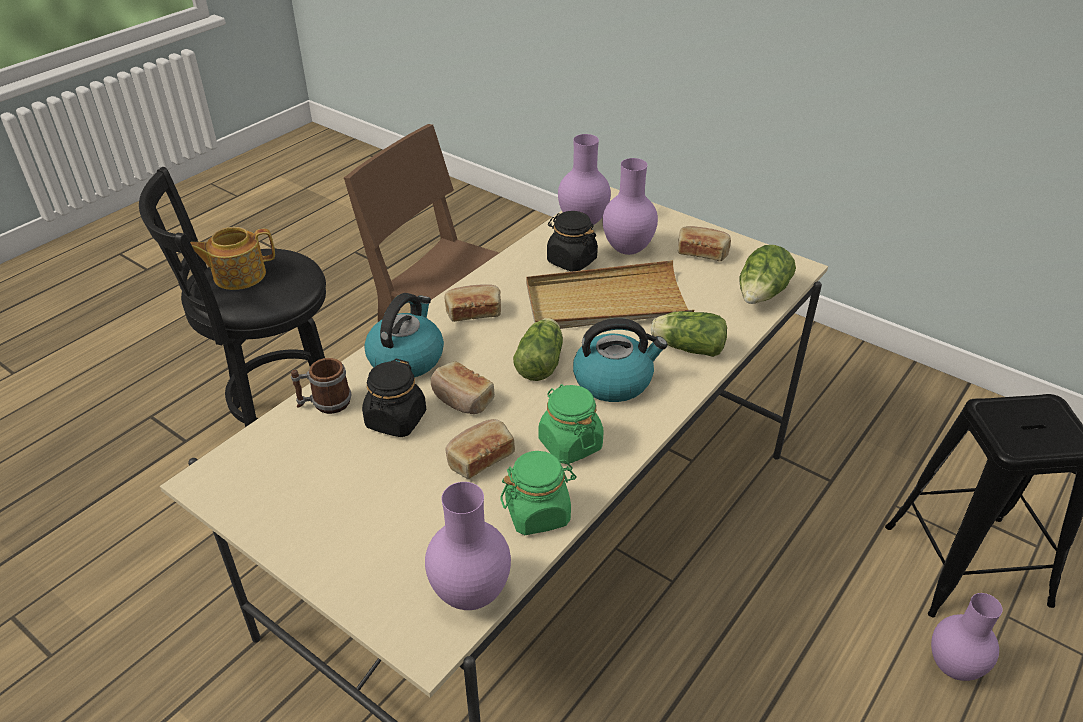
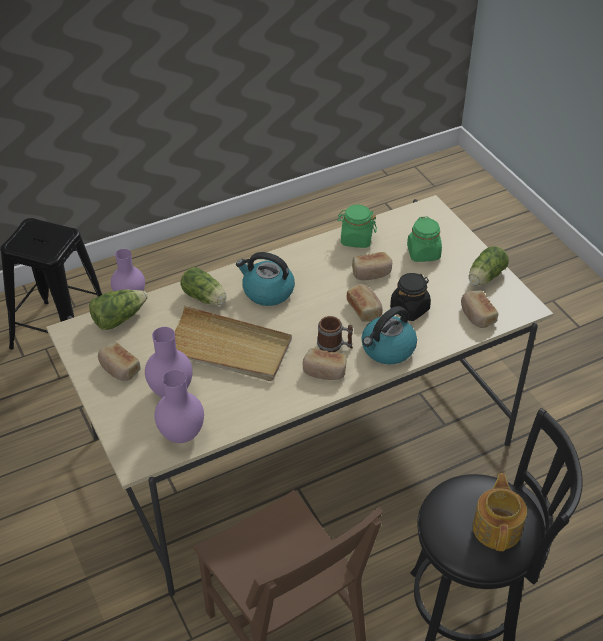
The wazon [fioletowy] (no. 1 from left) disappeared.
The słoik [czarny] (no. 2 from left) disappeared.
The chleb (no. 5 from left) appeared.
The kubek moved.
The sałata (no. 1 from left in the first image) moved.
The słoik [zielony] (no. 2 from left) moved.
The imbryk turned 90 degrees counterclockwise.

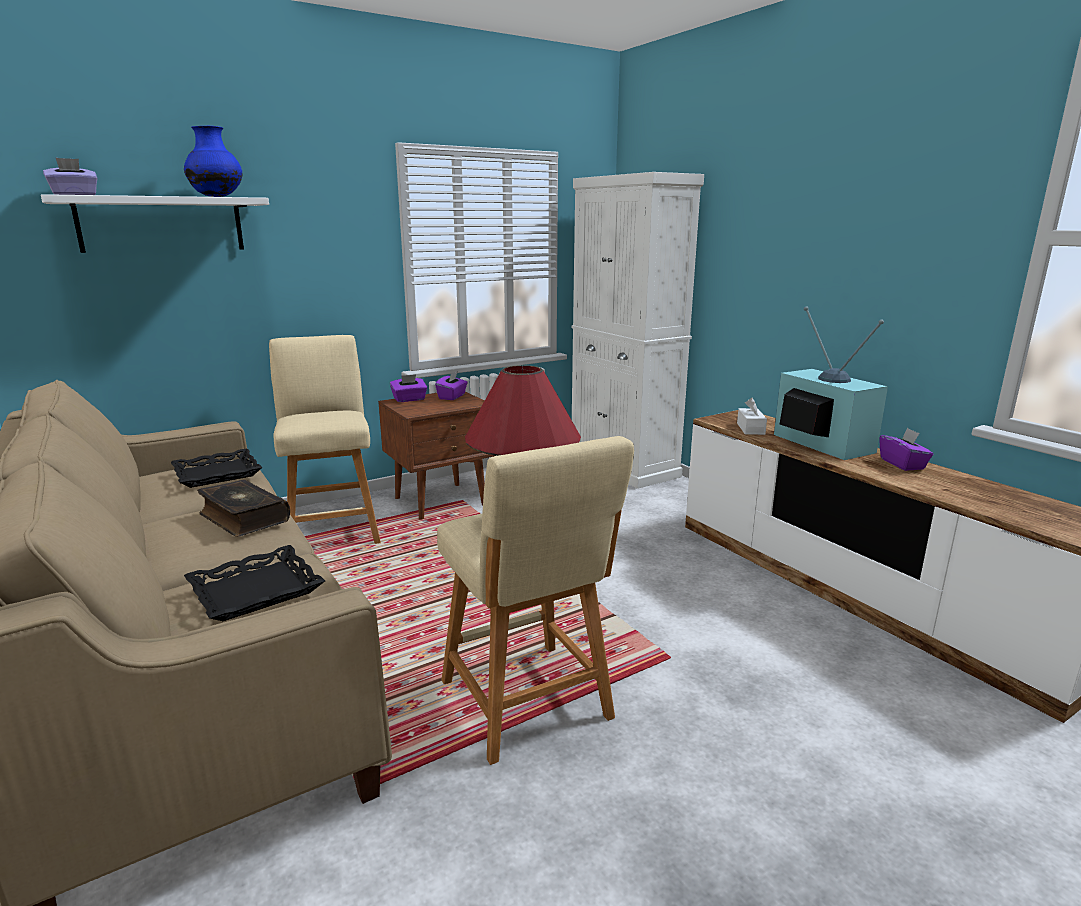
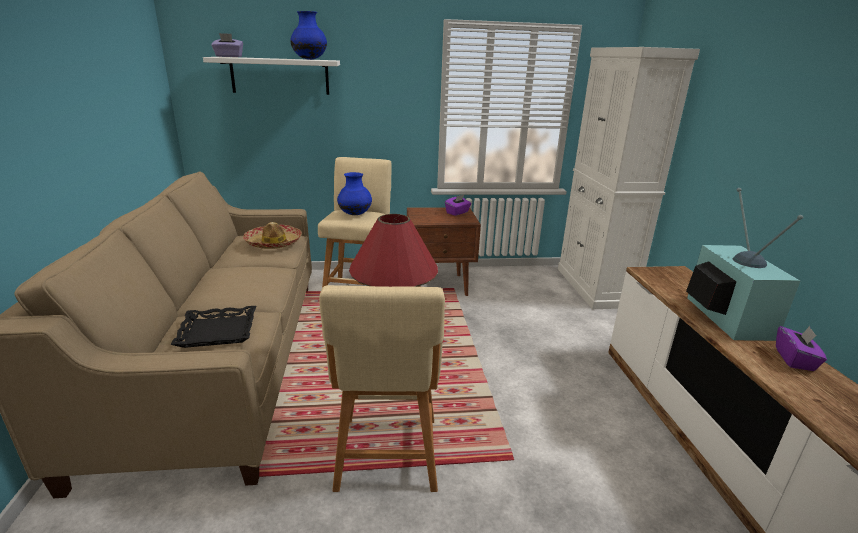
The książka disappeared.
The pudełko chusteczek [fioletowy] (no. 2 from left) disappeared.
The pudełko chusteczek [biały] disappeared.
The wazon [niebieski] (no. 2 from left) appeared.
The taca [czarny] (no. 1 from left) was replaced by the kapelusz.

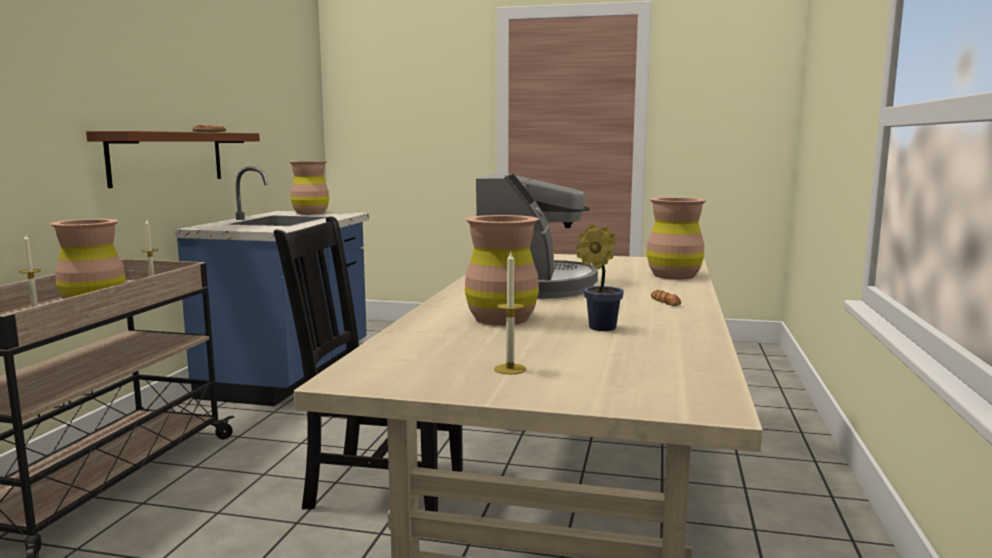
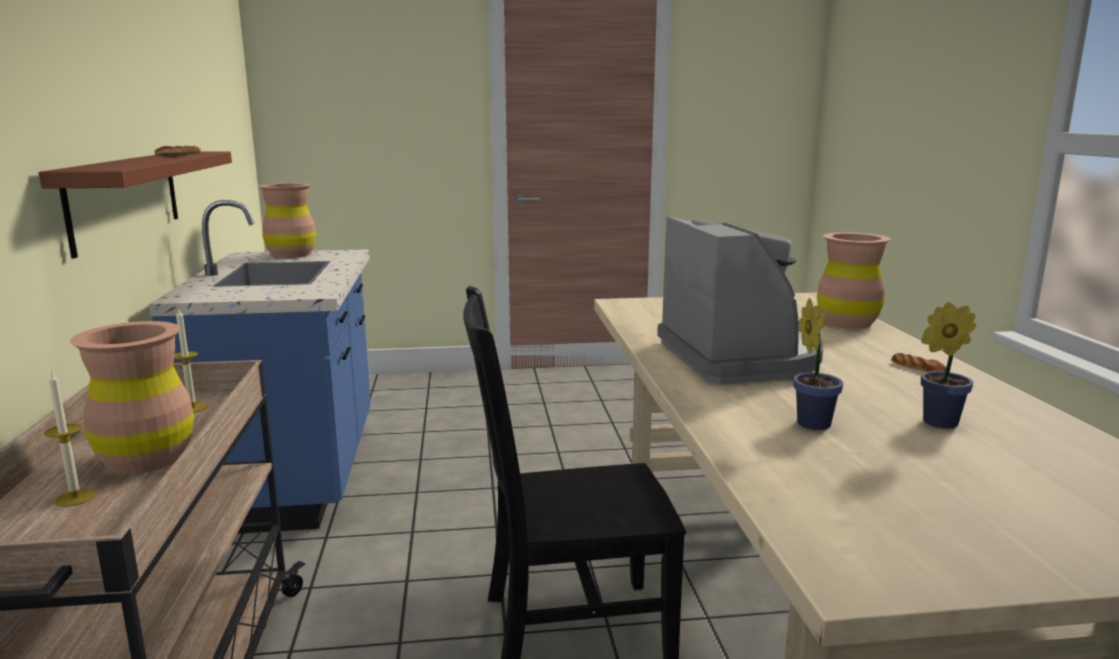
The świeca (no. 3 from left) disappeared.
The wazon [brązowy] (no. 3 from left) was replaced by the roślina doniczkowa (no. 1 from left).

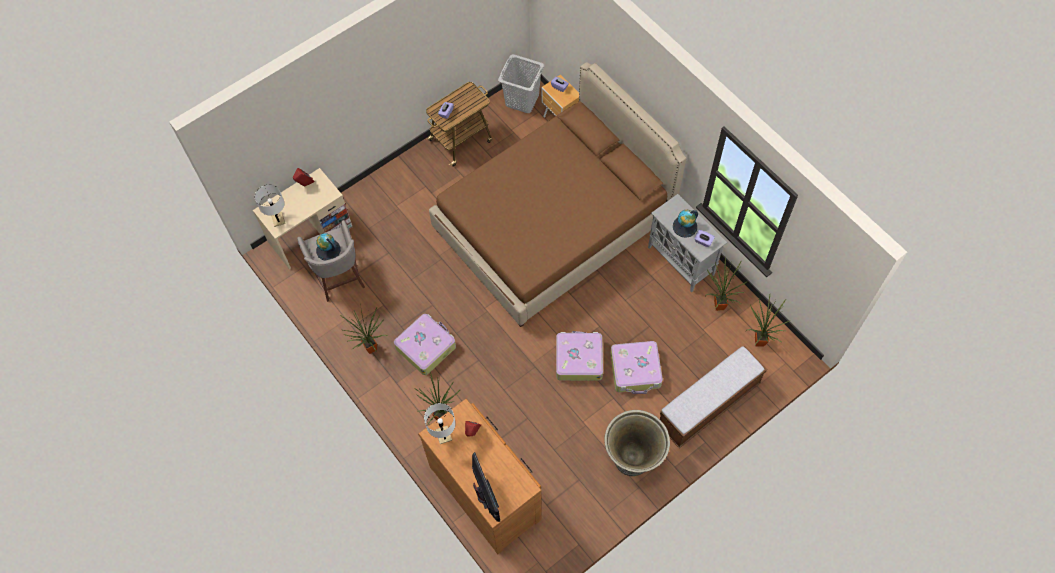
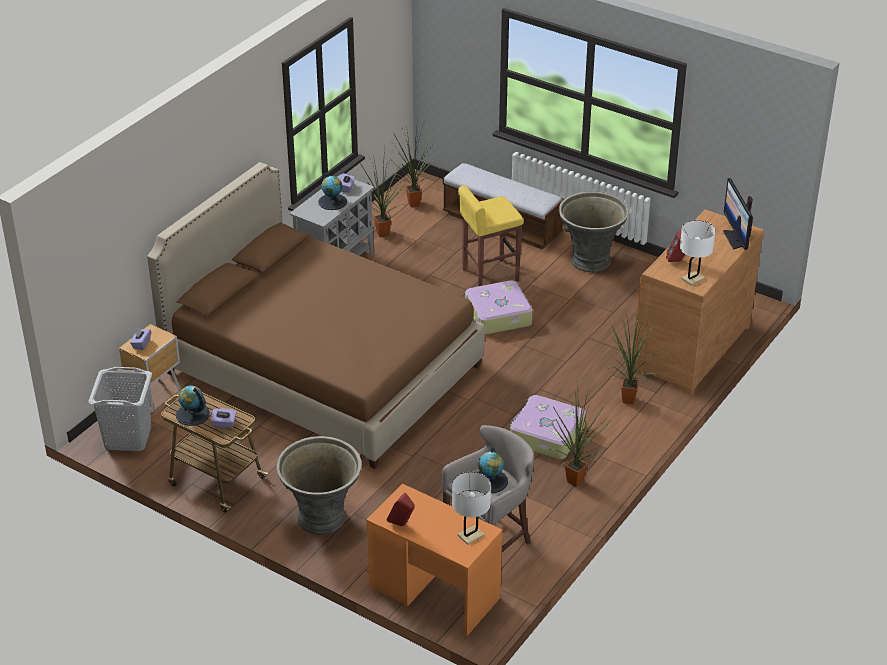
The globus (no. 1 from left) appeared.
The donica [szary] (no. 1 from left) appeared.
The walizka (no. 3 from left) was replaced by the stołek [żółty].
The biurko [beżowy] became the biurko [pomarańczowy].
The monitor turned 60 degrees counterclockwise.

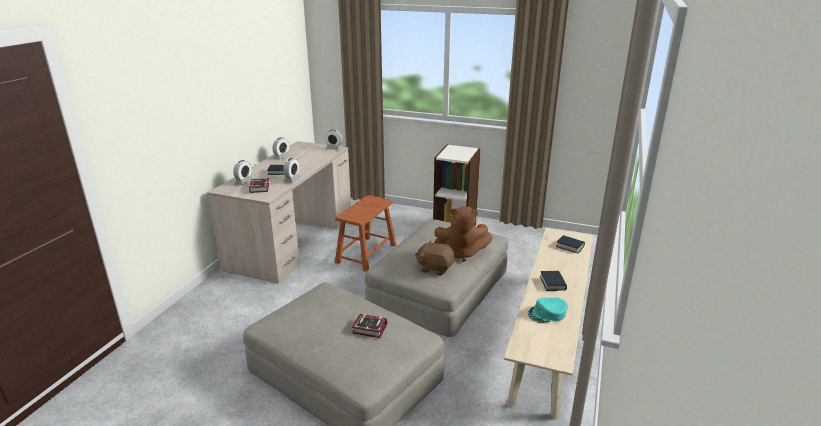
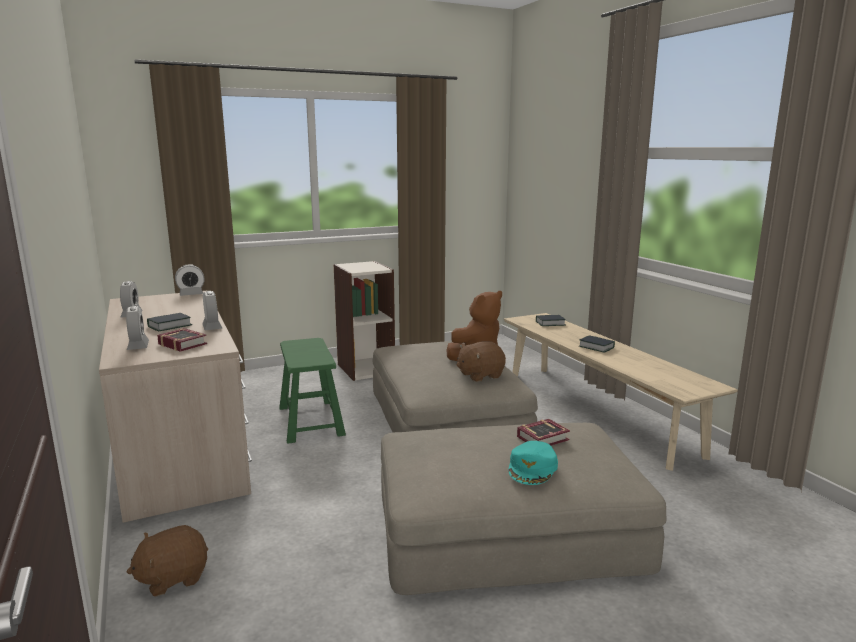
The pluszak [brązowy] (no. 1 from left) appeared.
The czapka z daszkiem [turkusowy] moved.
The stołek [brązowy] became the stołek [zielony].

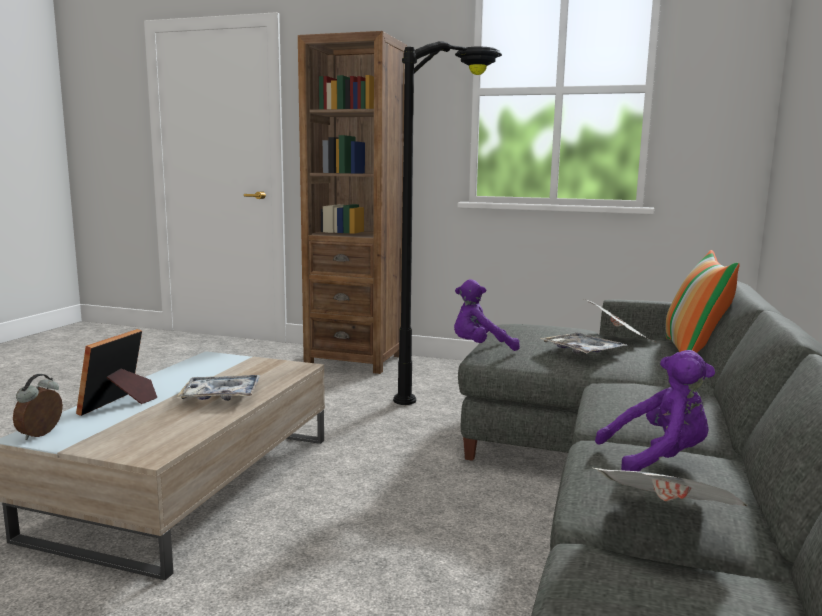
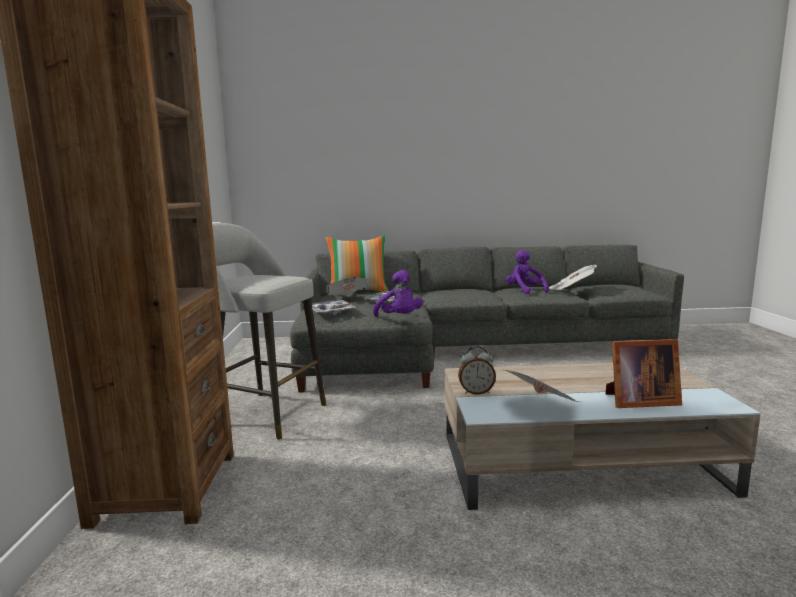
The gazeta (no. 2 from left) appeared.
The budzik moved.
The taca (no. 1 from left) moved.
The lampa stojąca [czarny] was replaced by the stołek [szary].

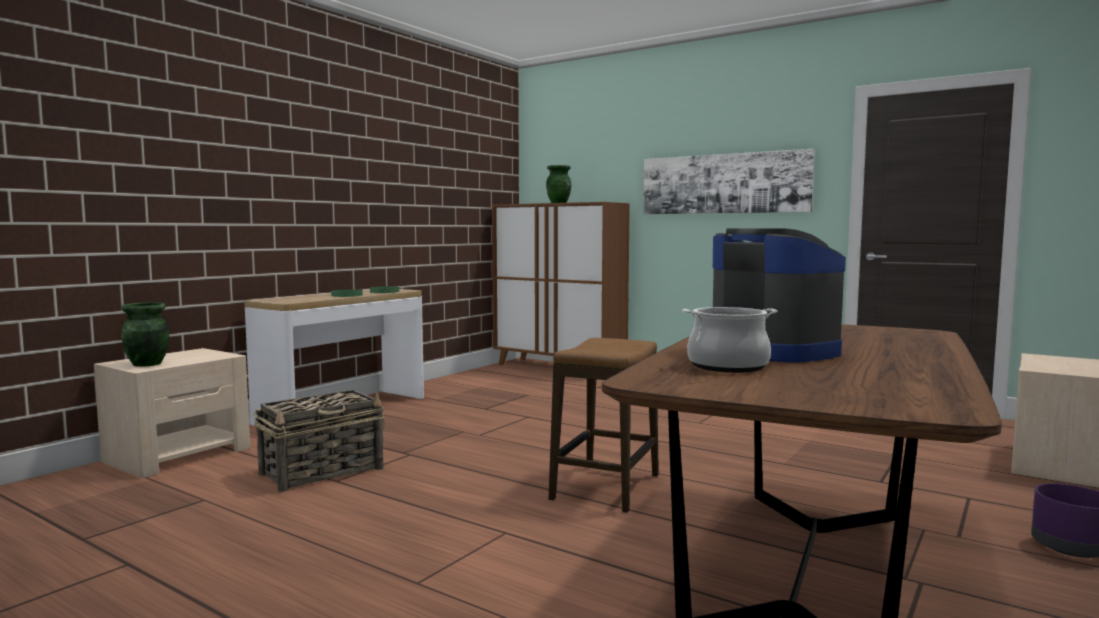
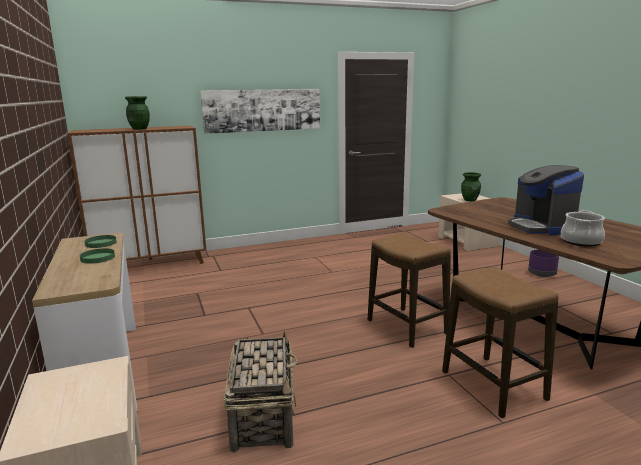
The stołek (no. 2 from left) appeared.
The wazon [zielony] (no. 1 from left in the first image) moved.
The ekspres do kawy turned 105 degrees counterclockwise.

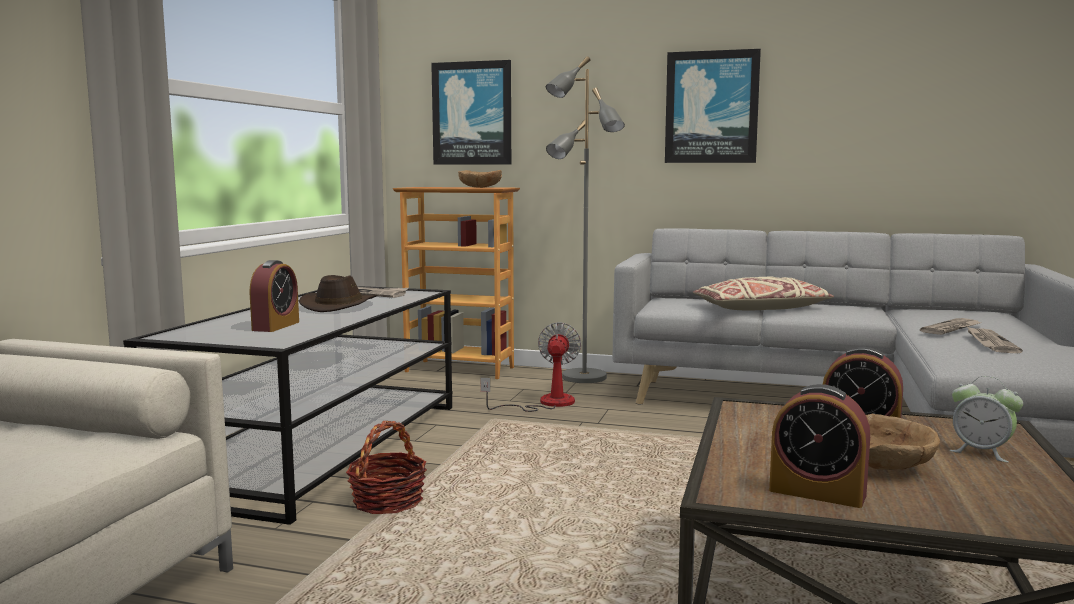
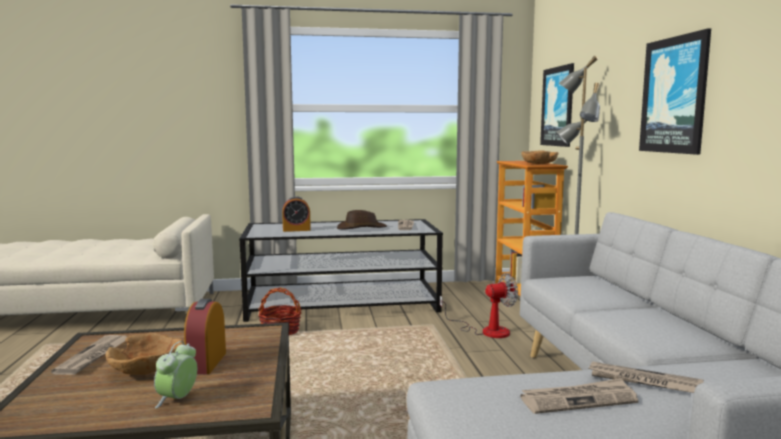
The poduszka [beżowy] disappeared.
The budzik (no. 2 from left) was replaced by the gazeta (no. 1 from left).

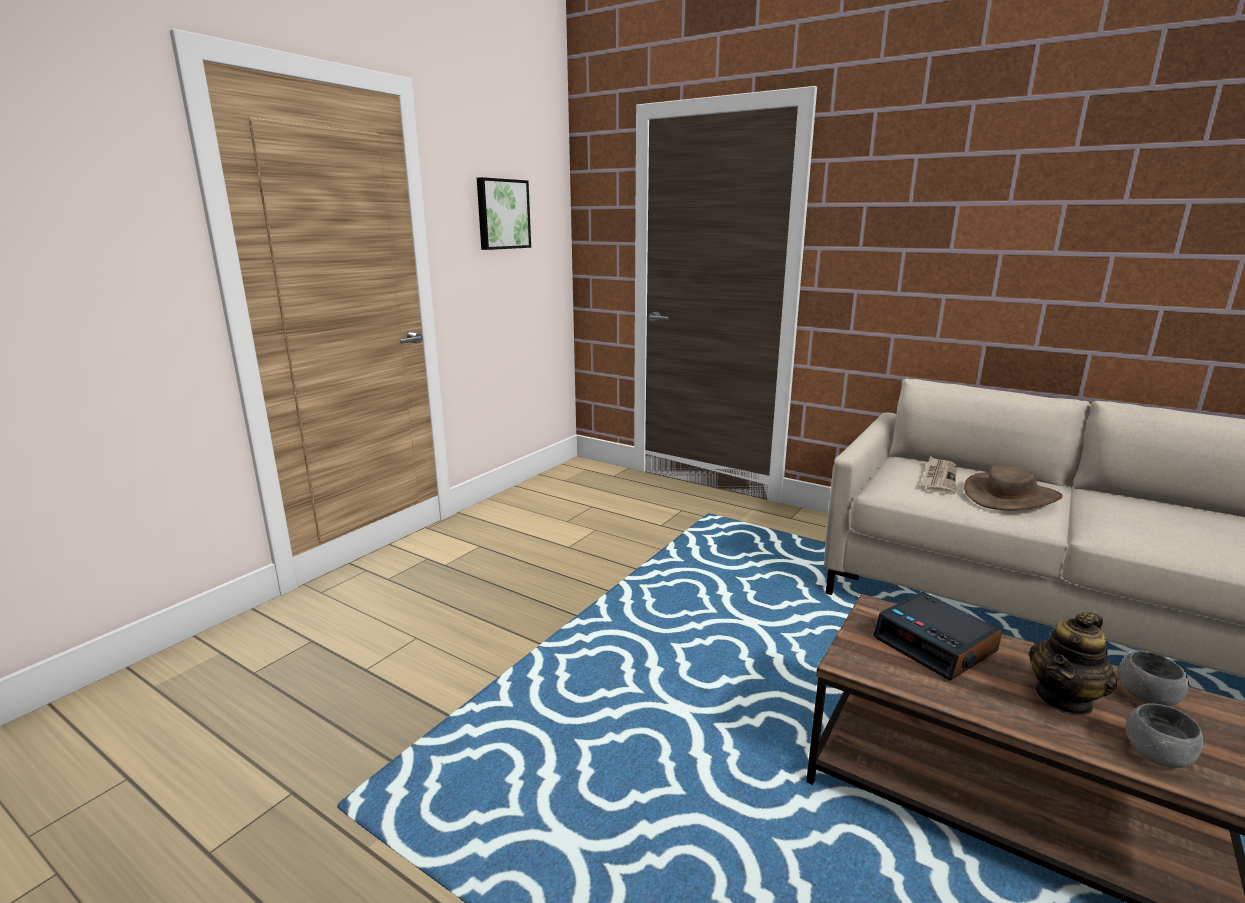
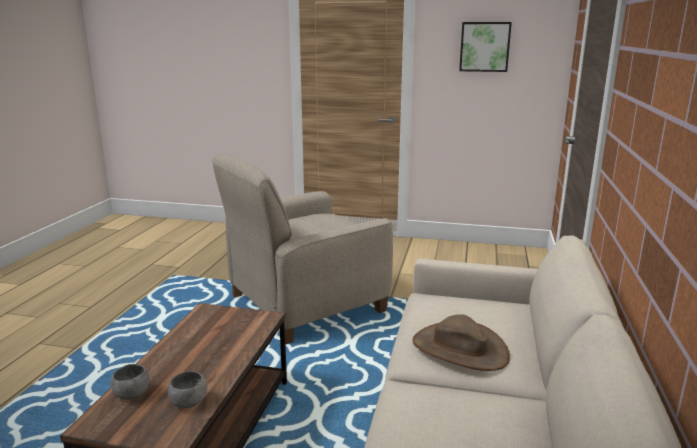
The budzik disappeared.
The gazeta disappeared.
The imbryk disappeared.
The fotel [beżowy] appeared.

